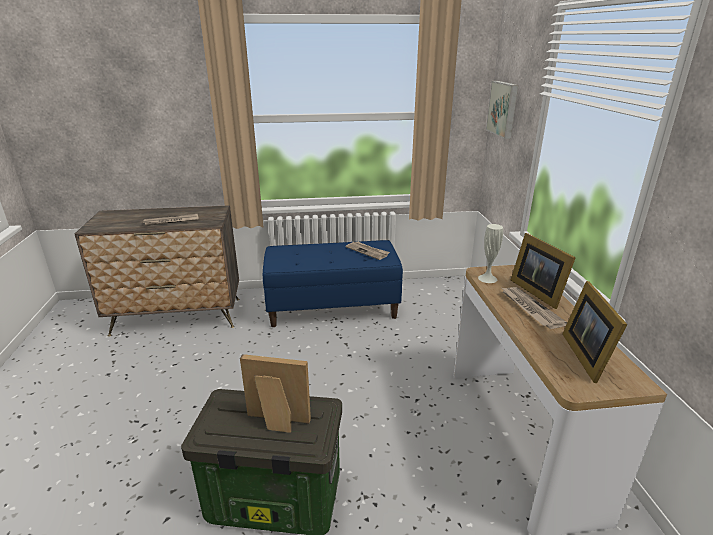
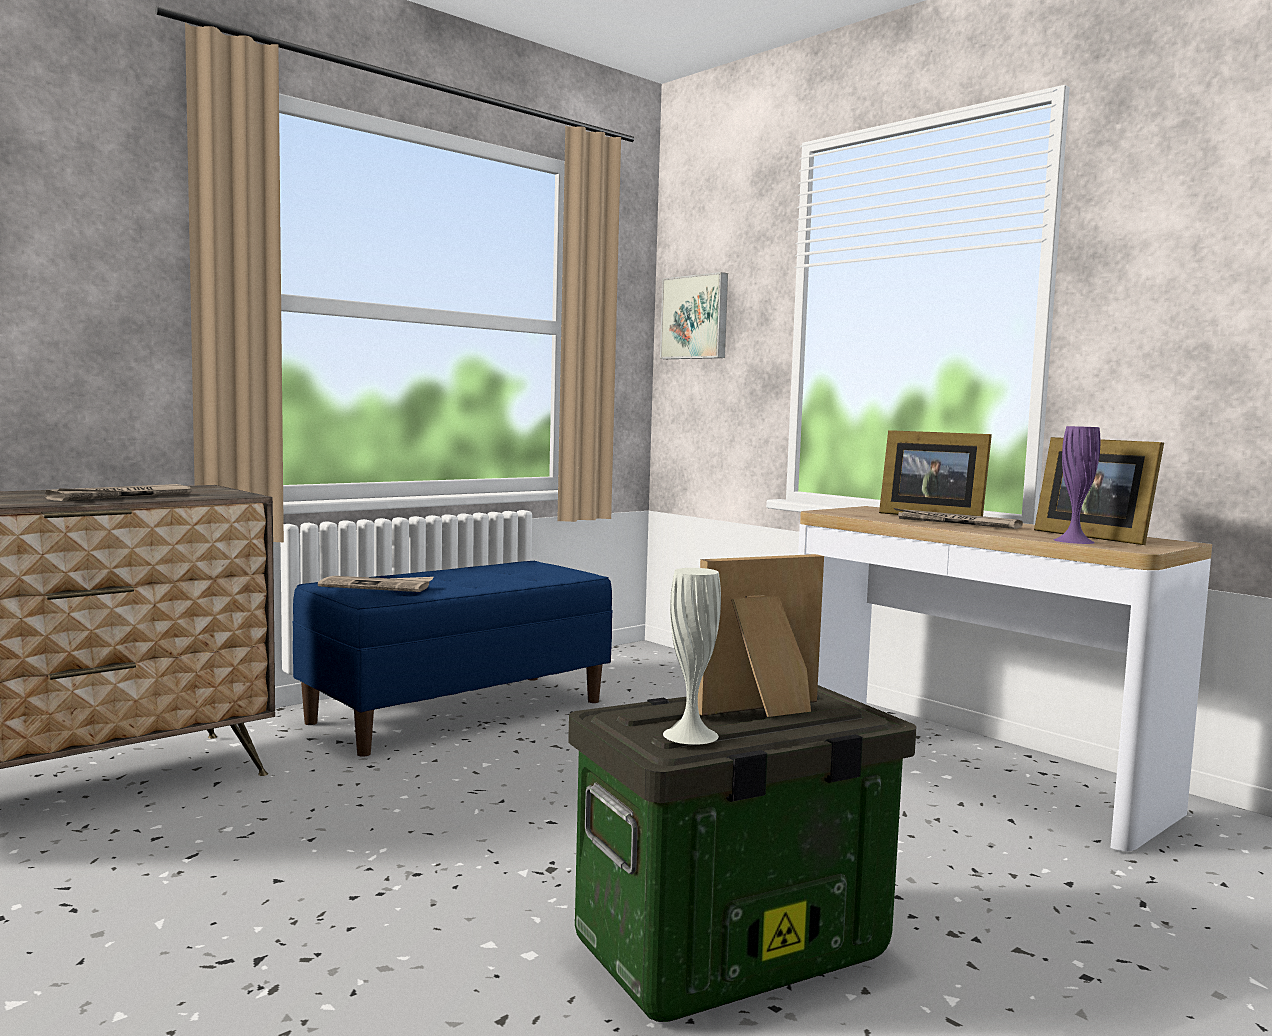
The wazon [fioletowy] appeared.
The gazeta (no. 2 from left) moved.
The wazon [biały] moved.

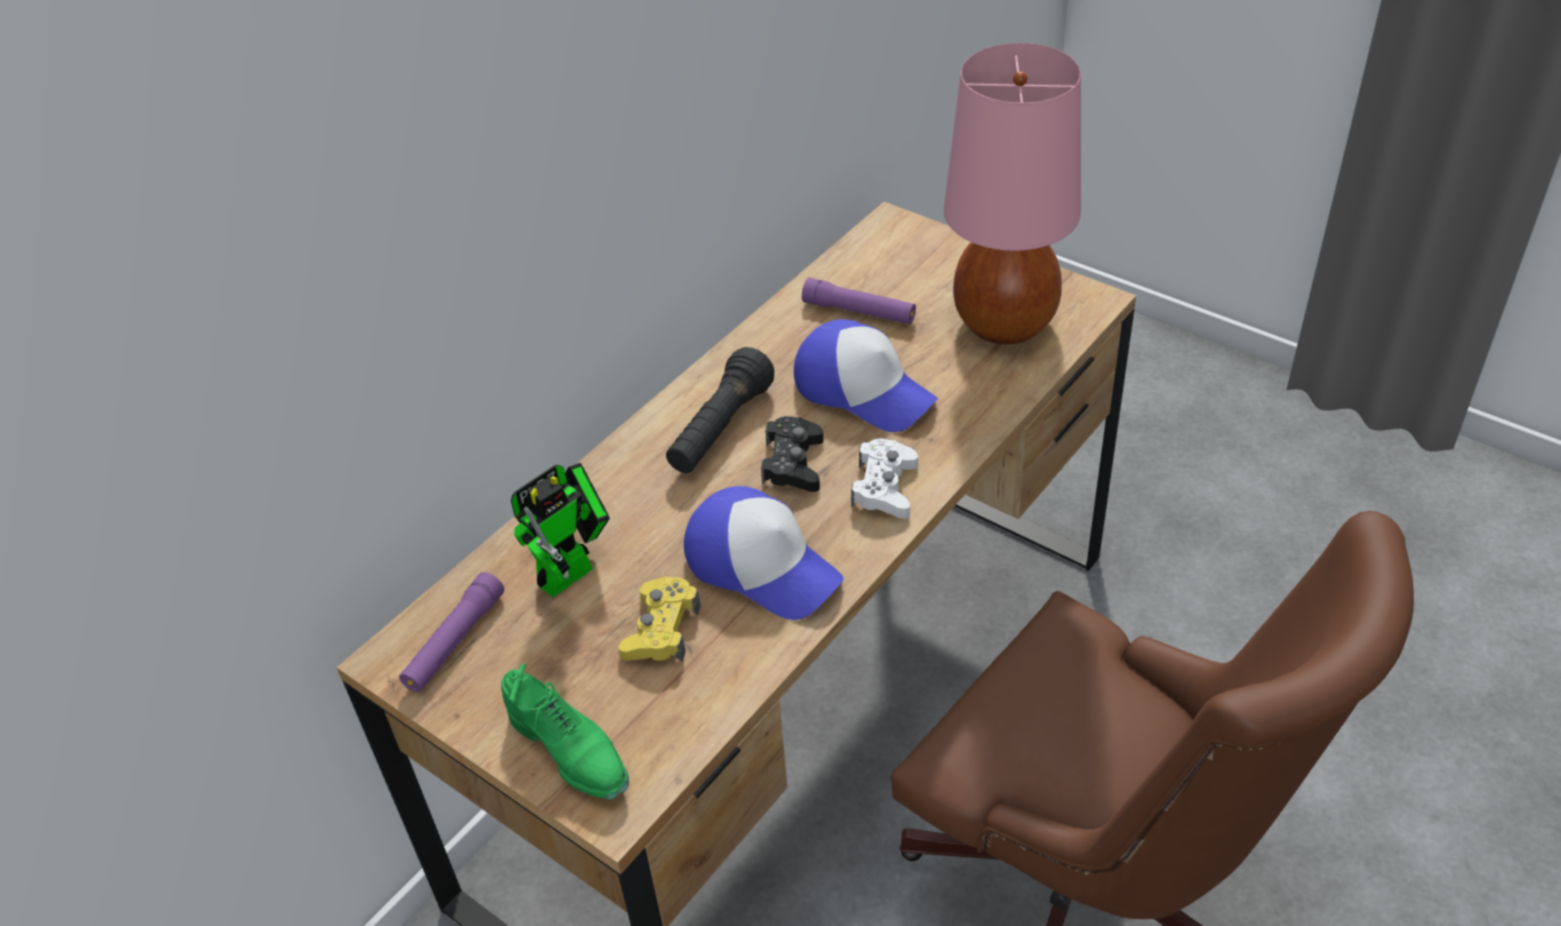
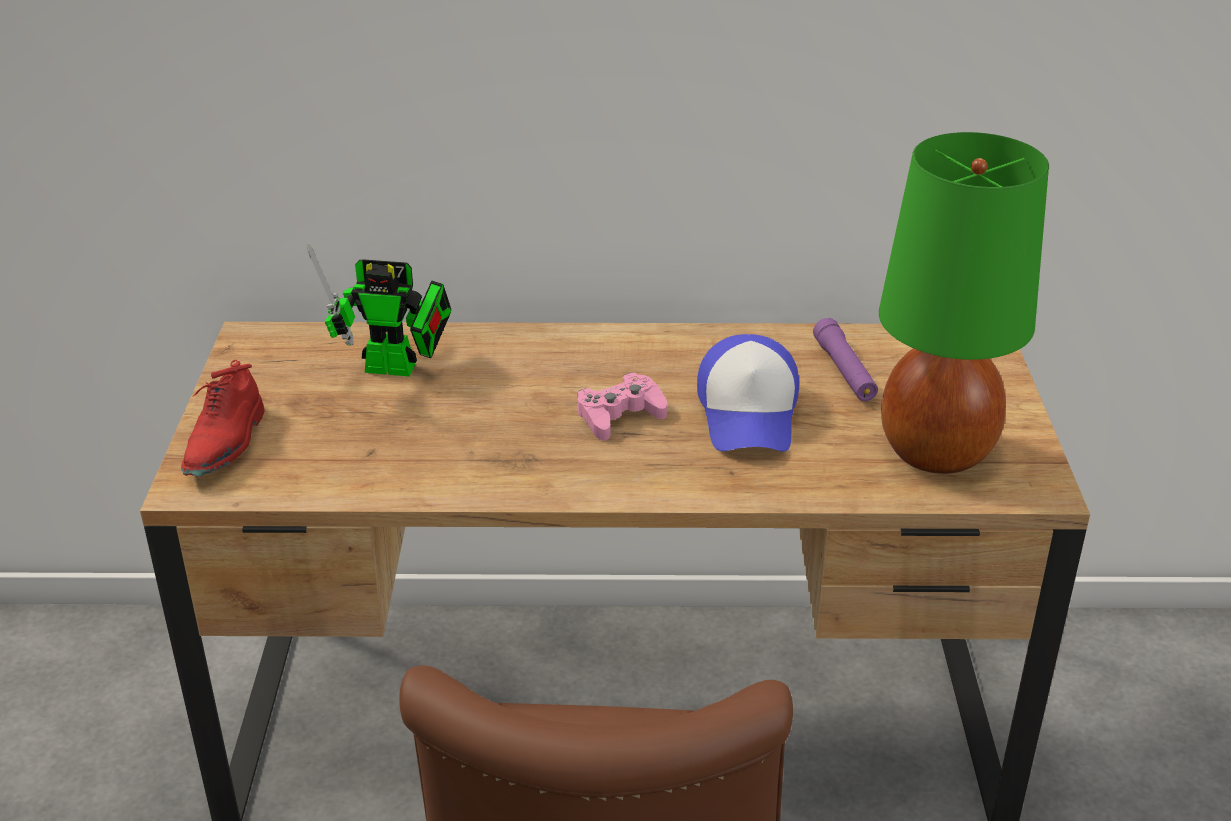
The latarka [fioletowy] (no. 1 from left) disappeared.
The pad do gier [żółty] disappeared.
The latarka [czarny] disappeared.
The czapka z daszkiem (no. 1 from left) disappeared.
The pad do gier [biały] disappeared.
The but [zielony] became the but [czerwony].
The pad do gier [czarny] became the pad do gier [różowy].
The lampa stołowa [różowy] became the lampa stołowa [zielony].

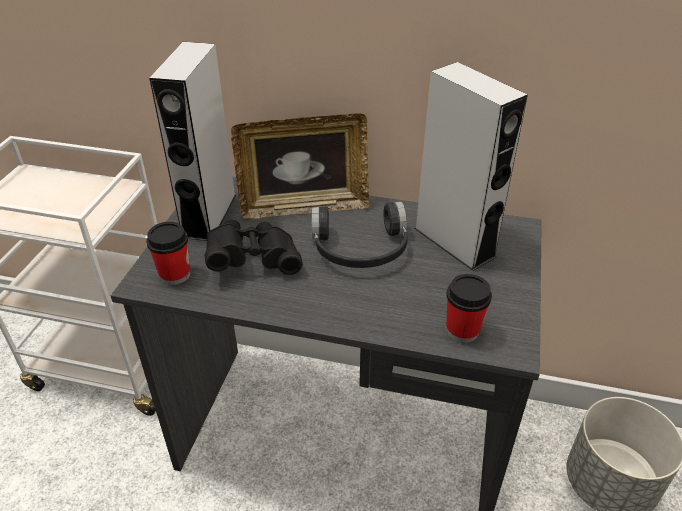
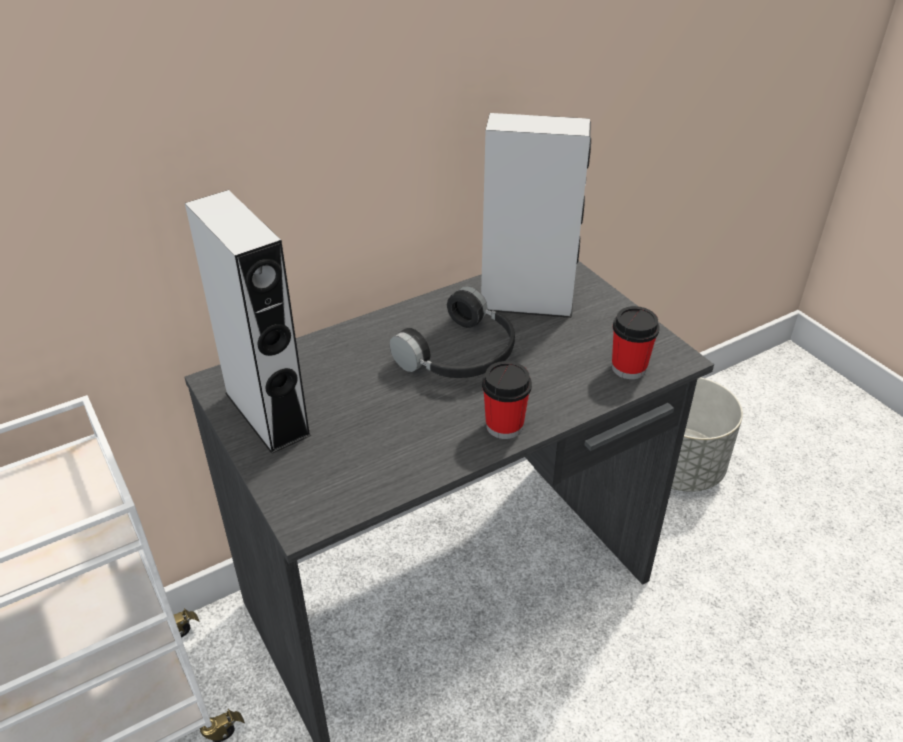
The lornetka [czarny] disappeared.
The ramka na zdjęcie disappeared.
The filiżanka (no. 1 from left) moved.

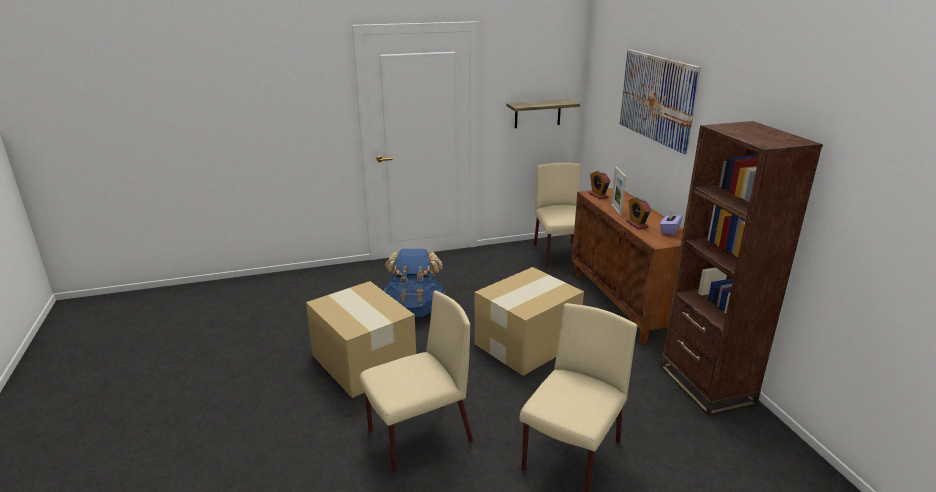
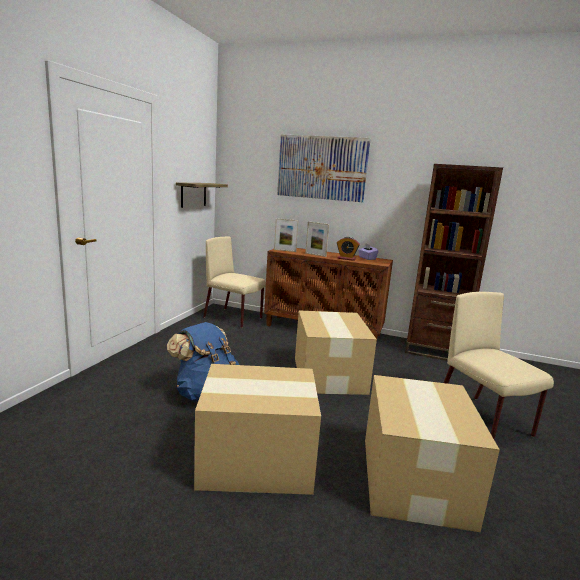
The krzesło [beżowy] (no. 1 from left) was replaced by the karton (no. 3 from left).
The budzik (no. 1 from left) was replaced by the ramka na zdjęcie (no. 1 from left).

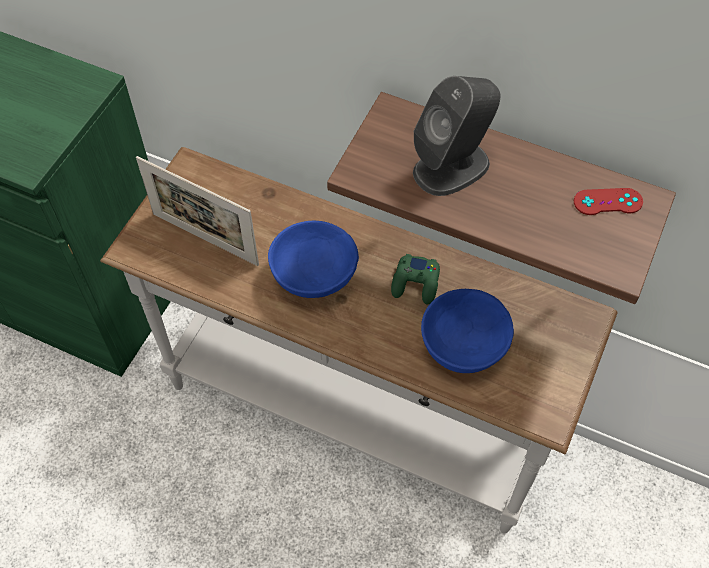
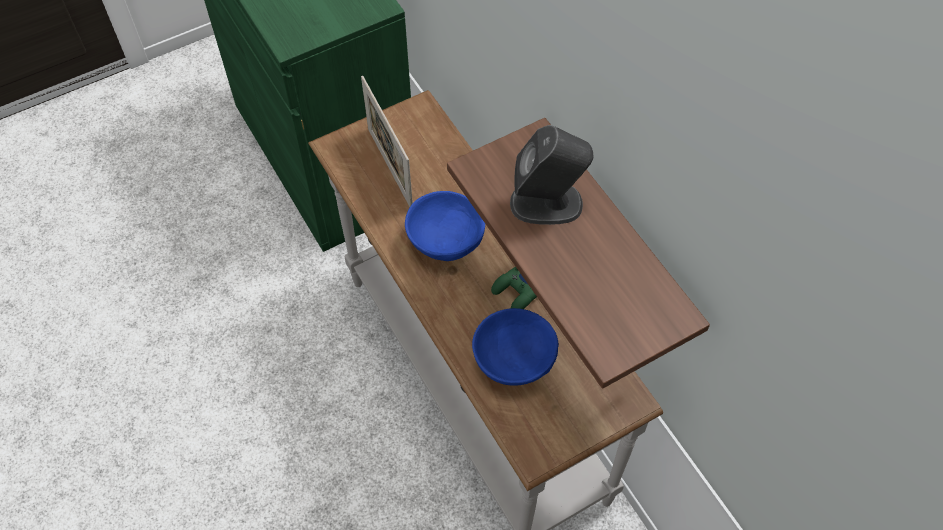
The pad do gier [czerwony] disappeared.

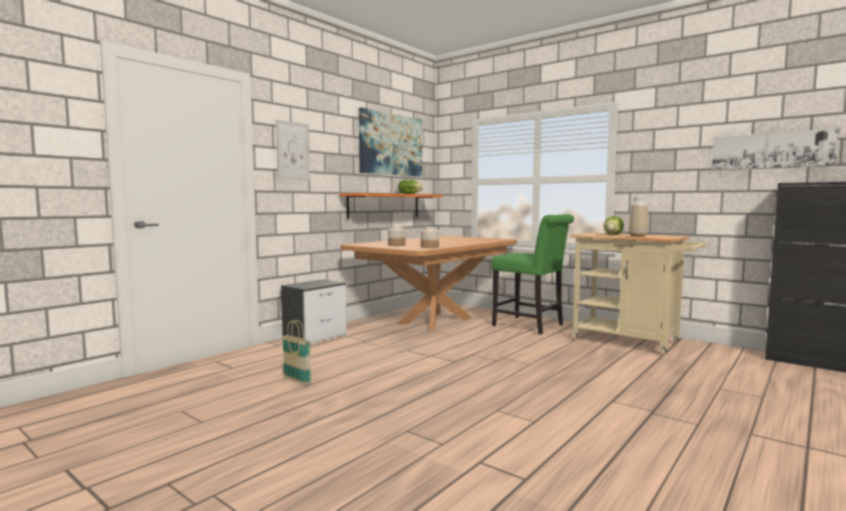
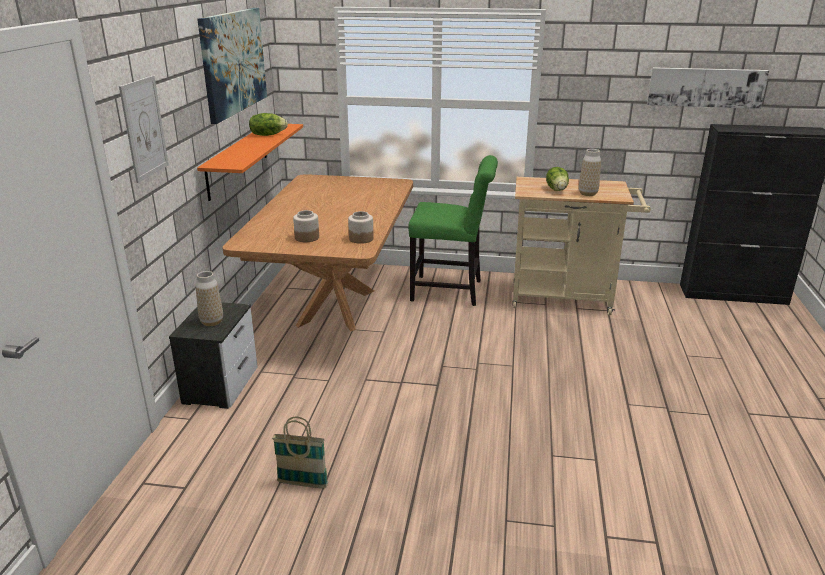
The wazon (no. 1 from left) appeared.

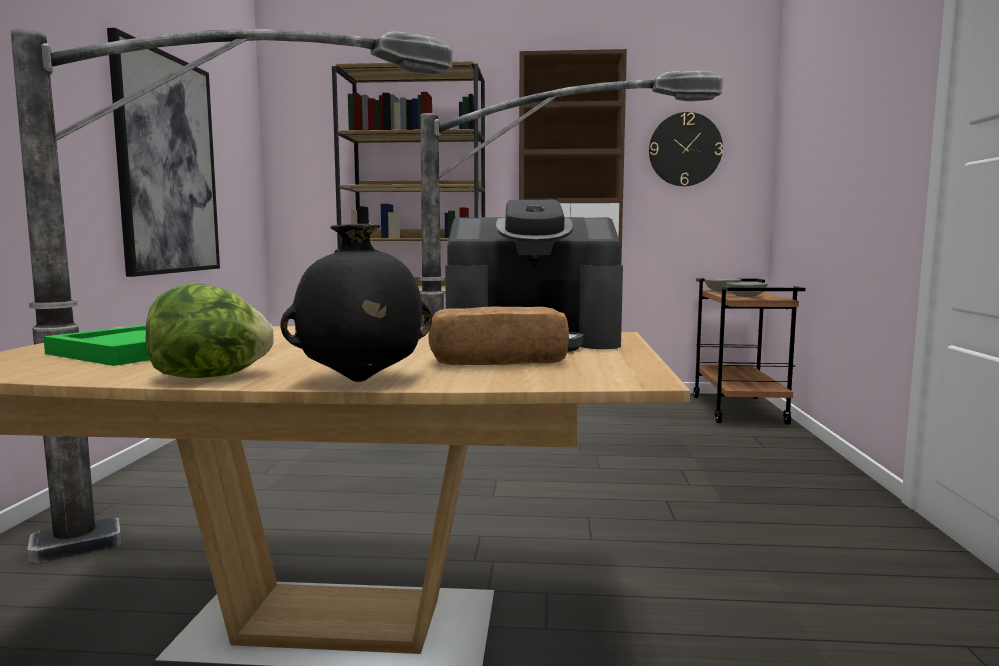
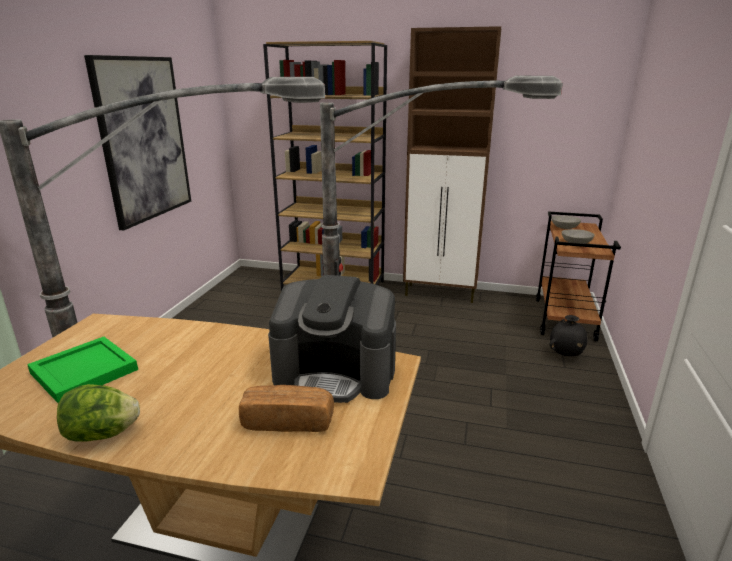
The zegar ścienny disappeared.
The wazon [czarny] moved.

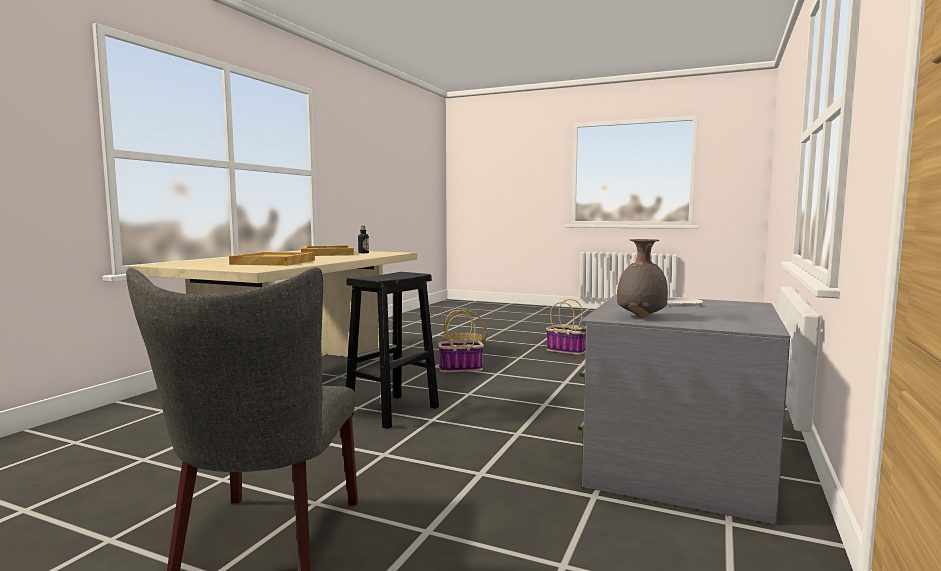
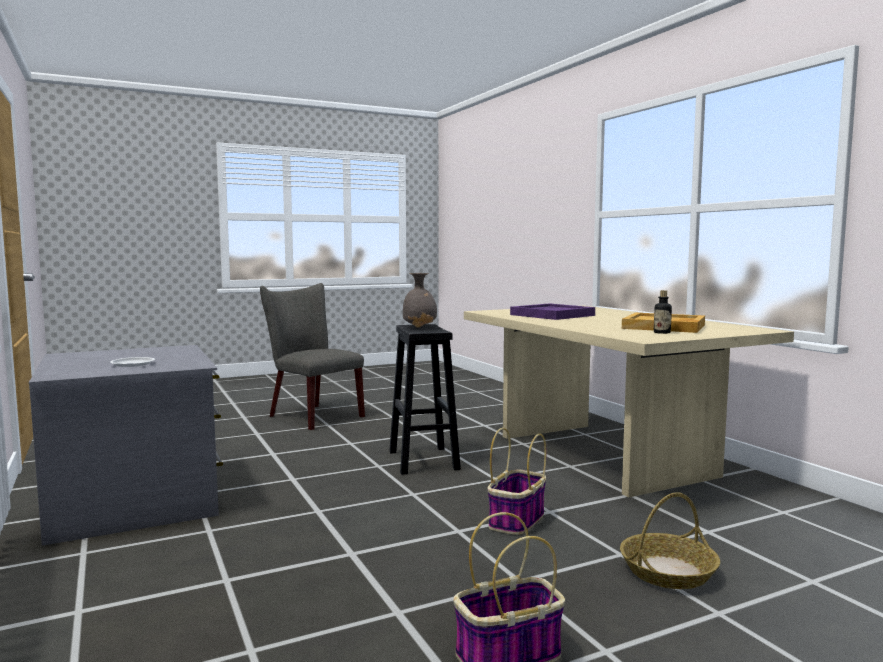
The wazon [szary] moved.
The taca [beżowy] (no. 1 from left) became the taca [fioletowy].

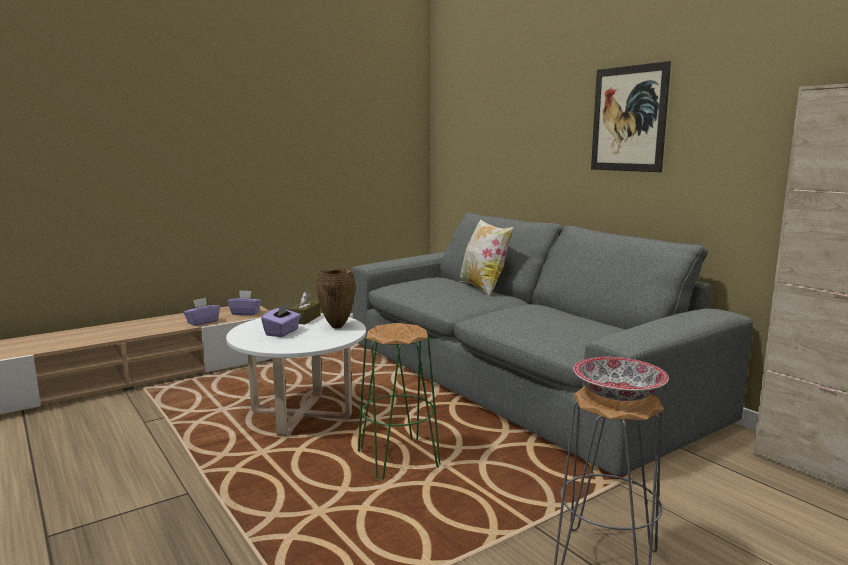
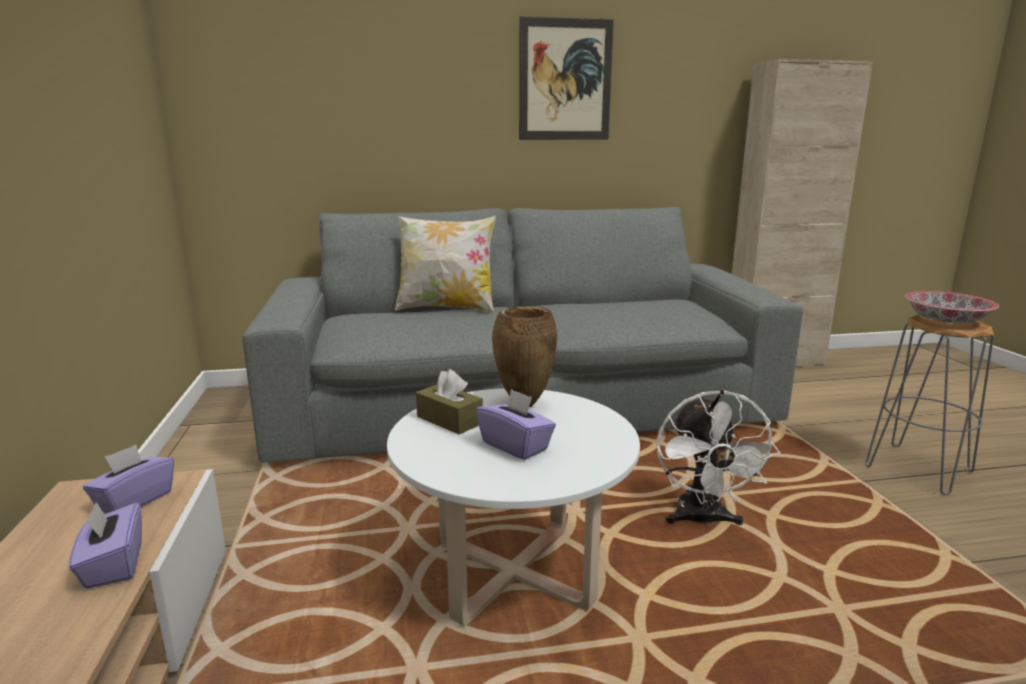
The stołek [zielony] was replaced by the wentylator [biały].

